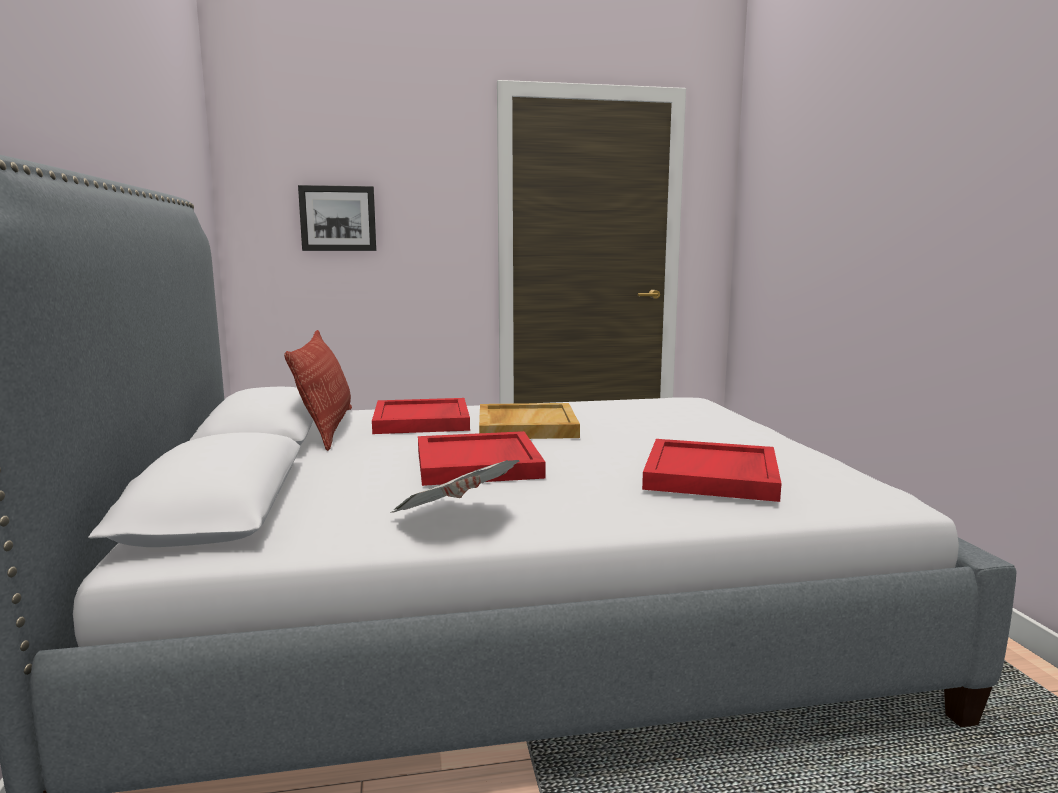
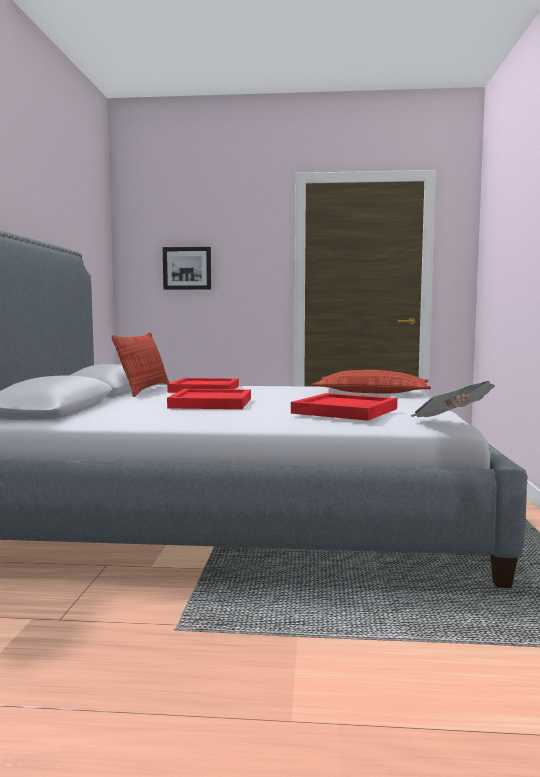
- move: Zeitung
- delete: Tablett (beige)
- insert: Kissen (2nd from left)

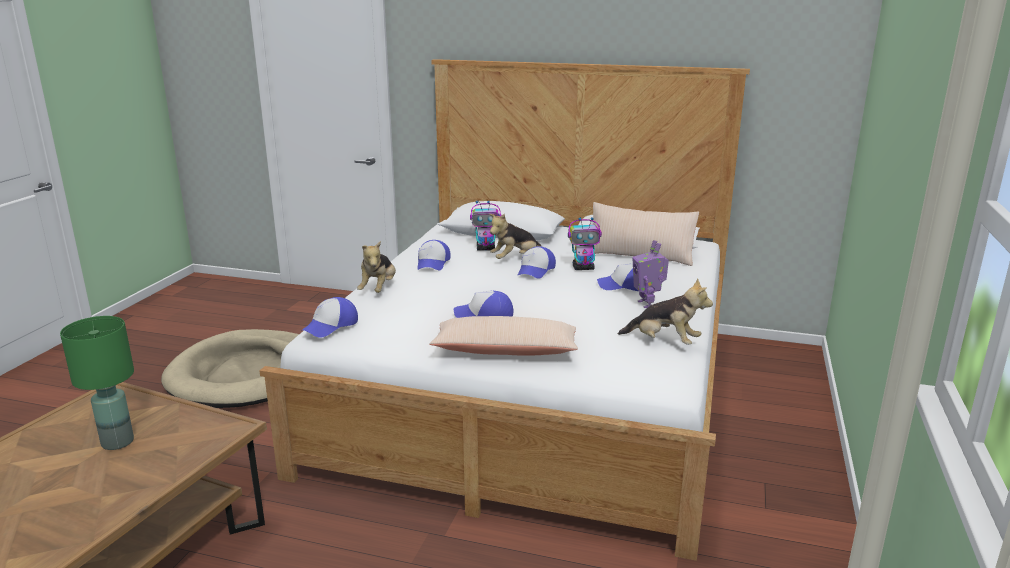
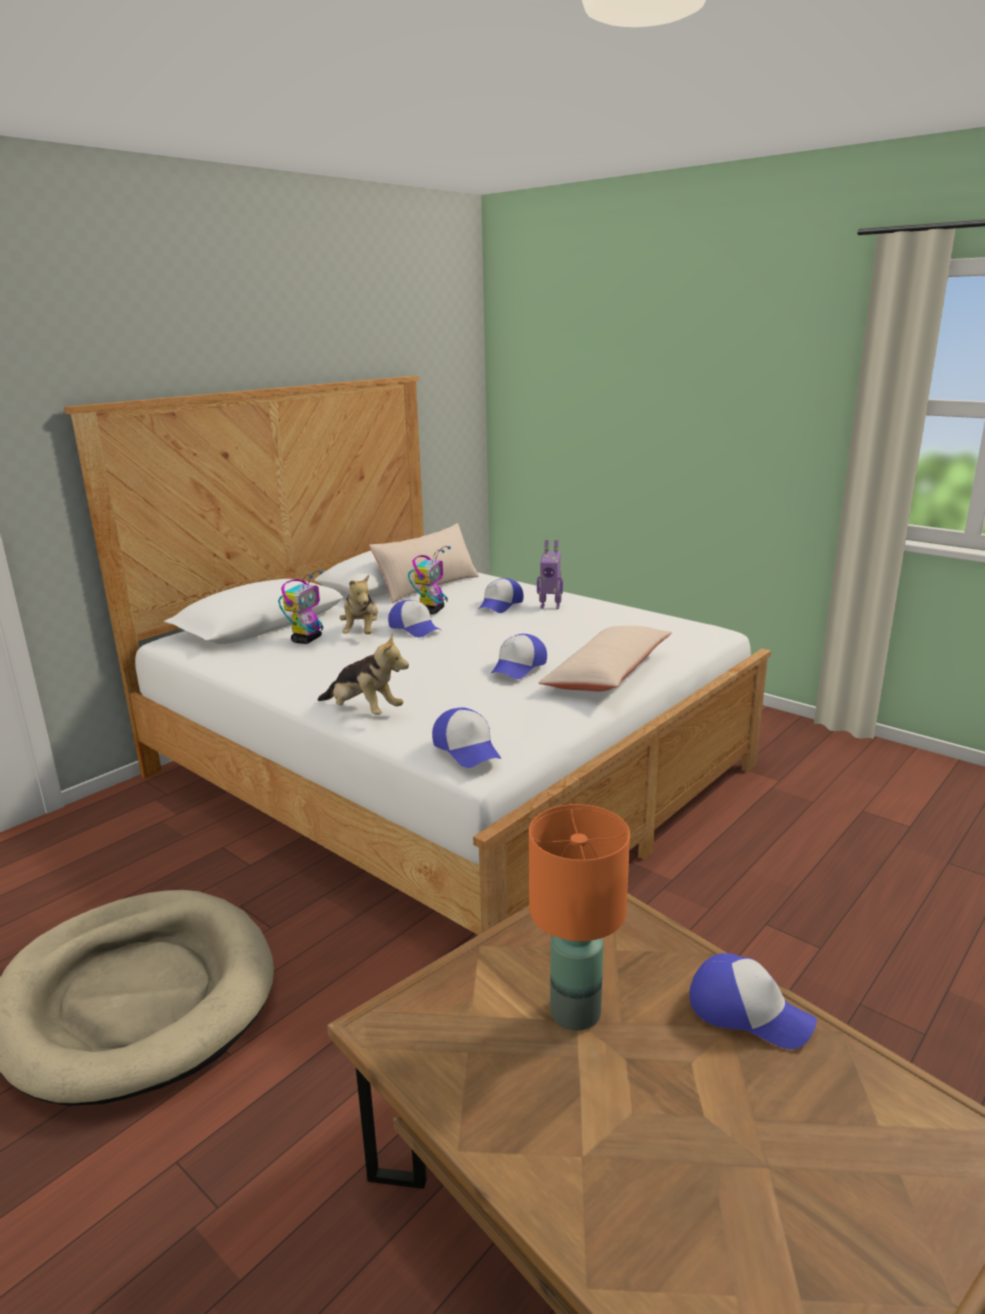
- recolor: Tischlampe (grün) to Tischlampe (orange)
- move: Kappe (2nd from left in the first image) to Kappe (5th from left)
- delete: Plüschtier (3rd from left)

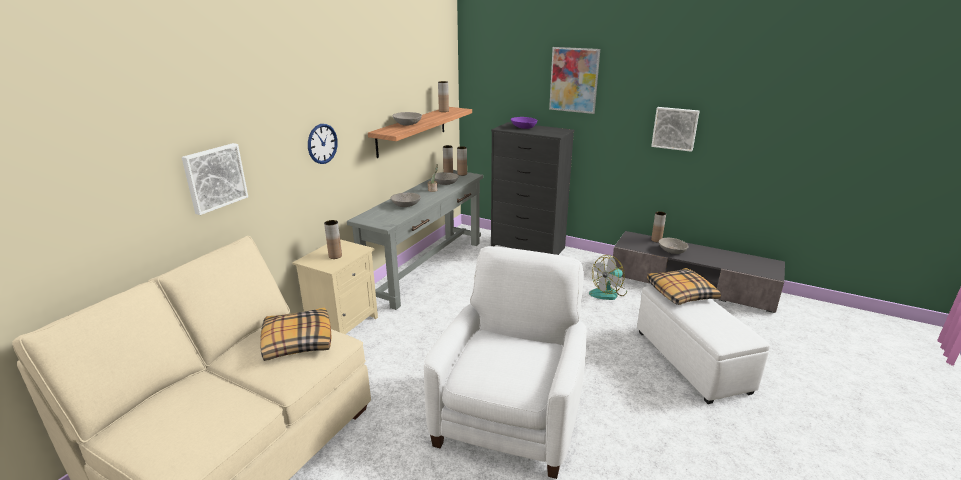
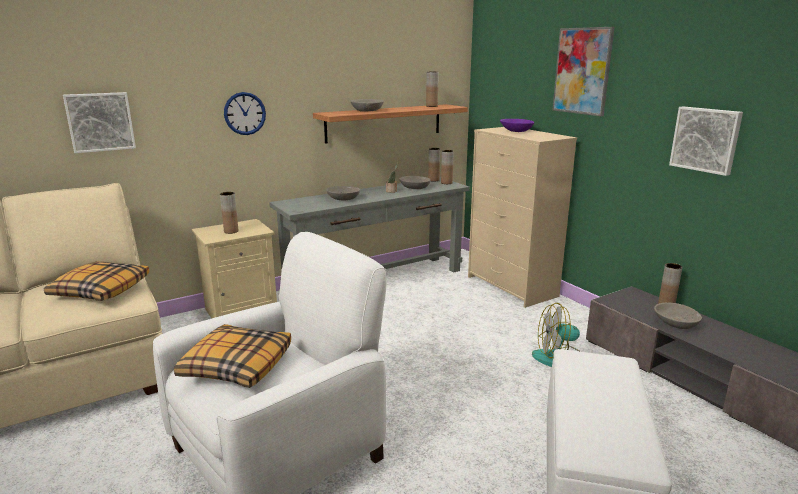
- recolor: Kommode (schwarz) to Kommode (beige)
- move: Kissen (2nd from left)

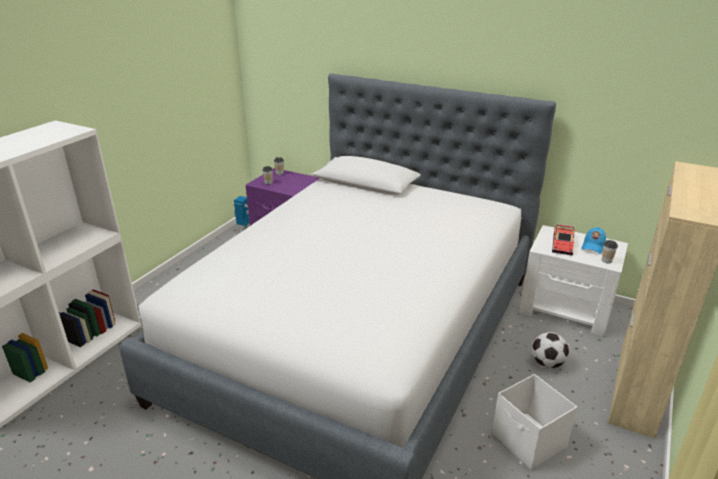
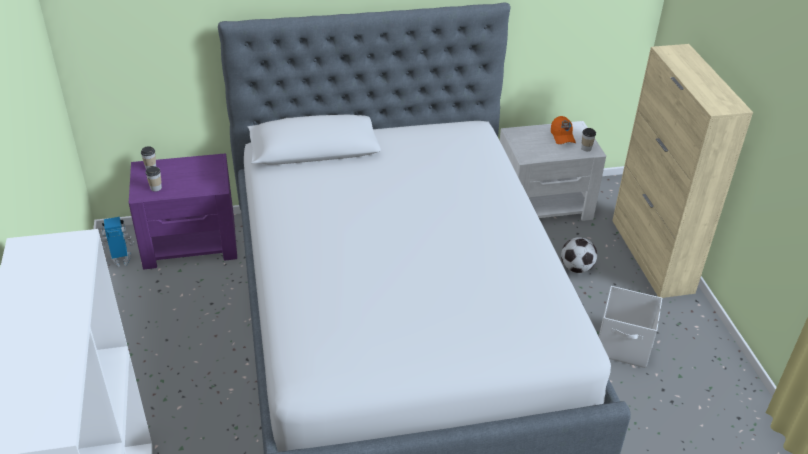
- delete: Spielzeugauto
- recolor: Kappe (blau) to Kappe (orange)

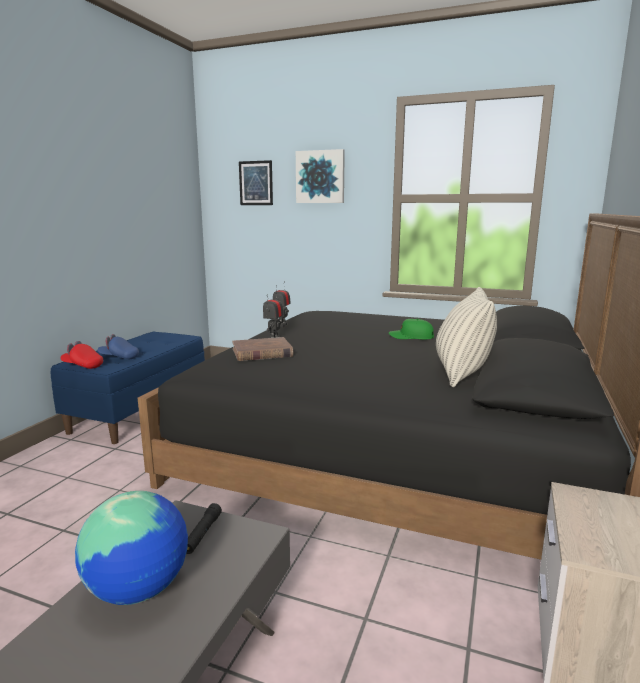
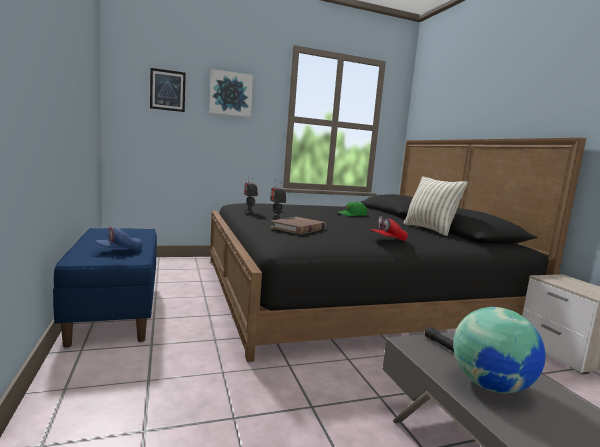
- move: Kappe (rot)

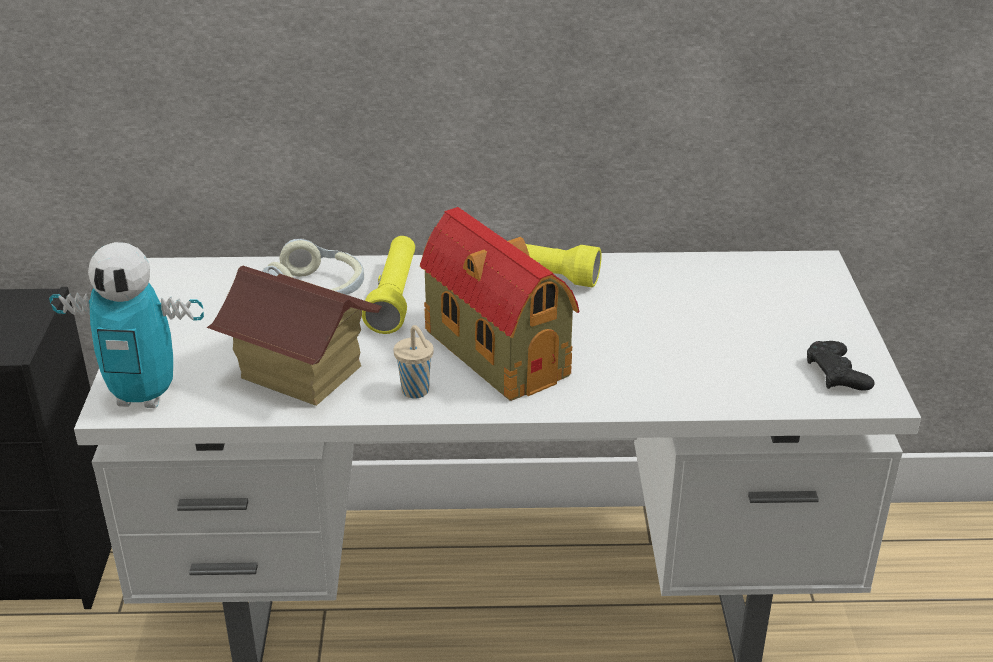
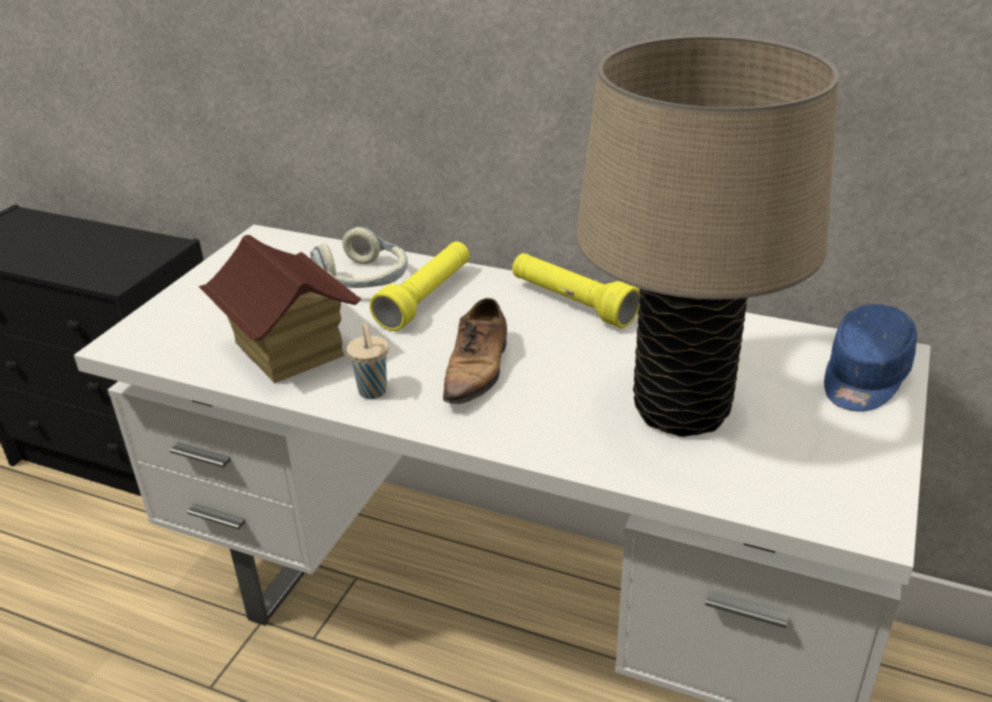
- delete: Spielzeugroboter
- replace: Spielzeughaus (2nd from left) to Schuh
- delete: Gamepad (schwarz)
- insert: Tischlampe (beige)
- insert: Kappe (blau)

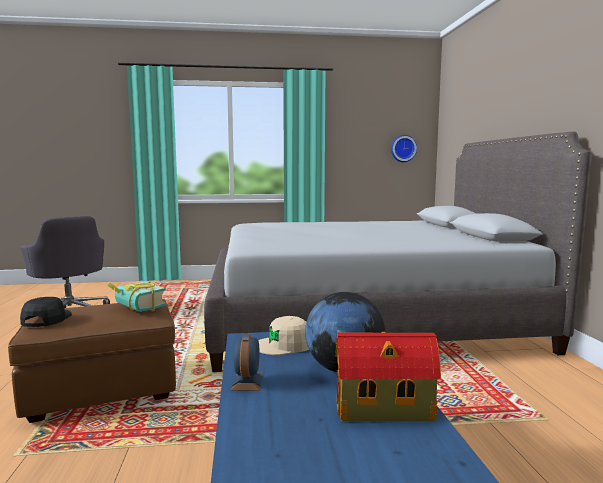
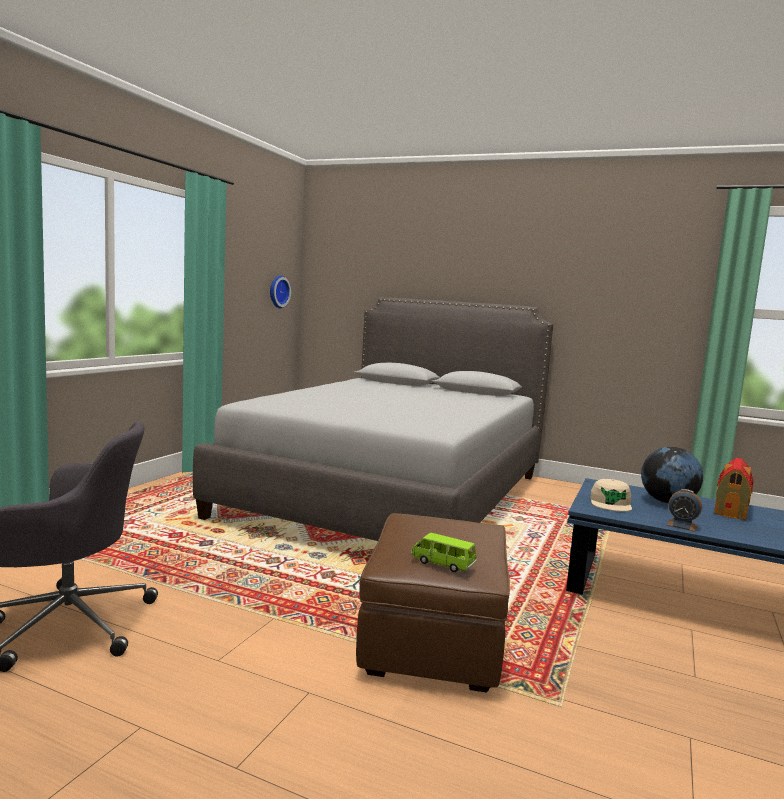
- replace: Kappe (schwarz) to Spielzeugauto (grün)
- delete: Buch

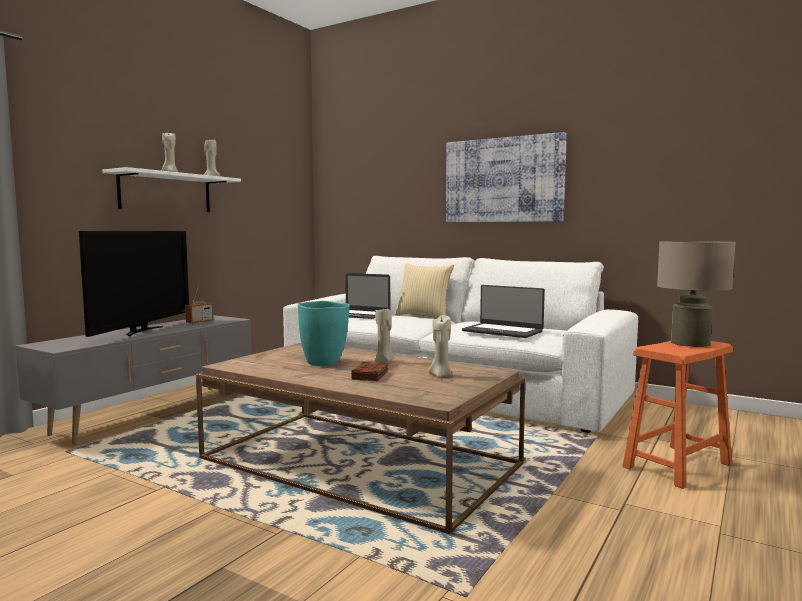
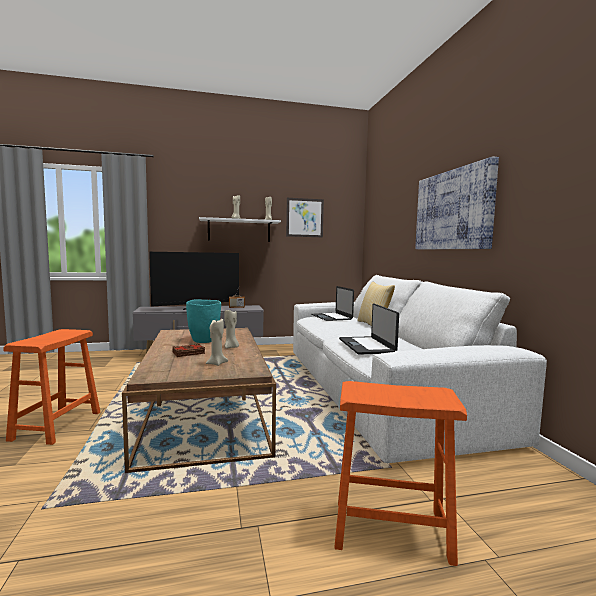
- delete: Tischlampe (beige)
- insert: Hocker (orange) (1st from left)
- insert: Bild (1st from left)

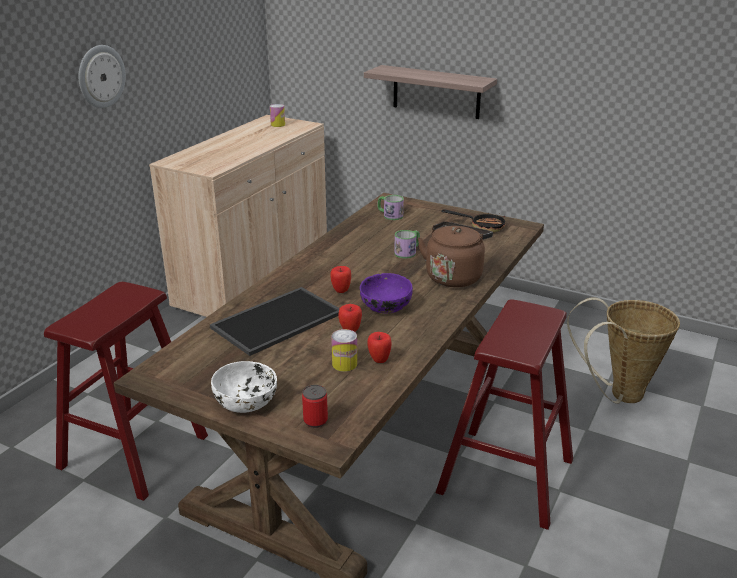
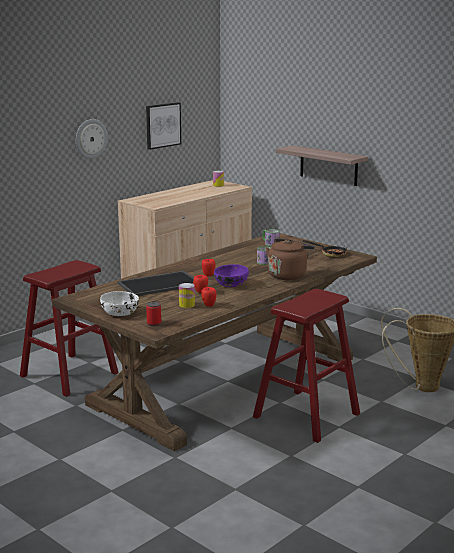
- insert: Bild

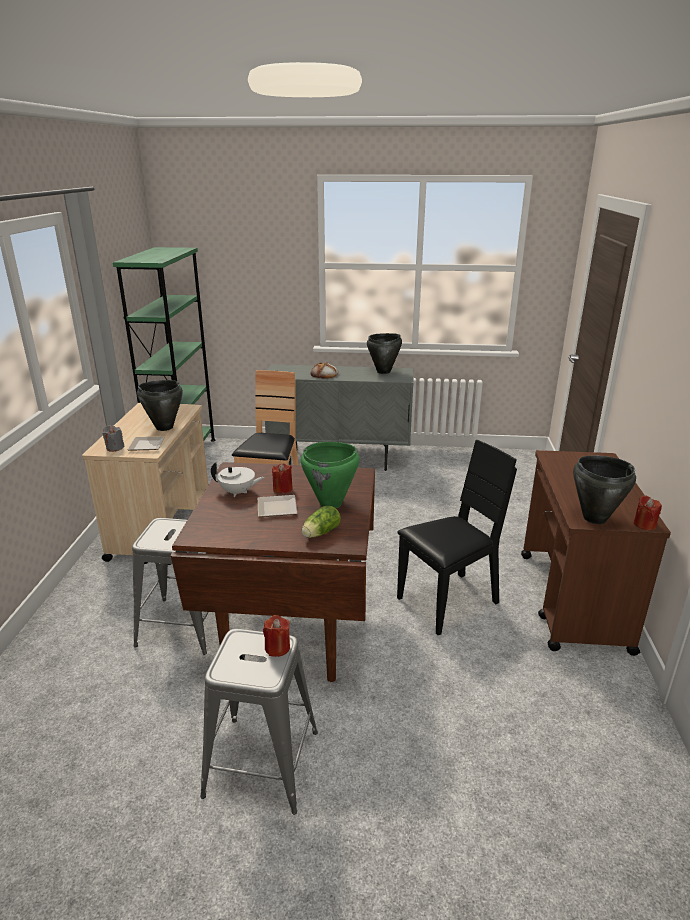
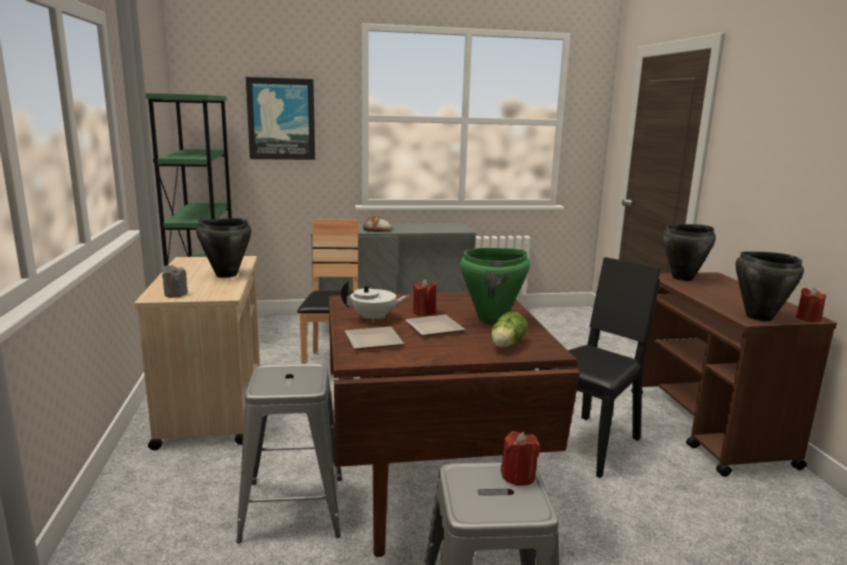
- move: Teller (1st from left)
- move: Kochtopf (schwarz) (2nd from left)
- insert: Bild

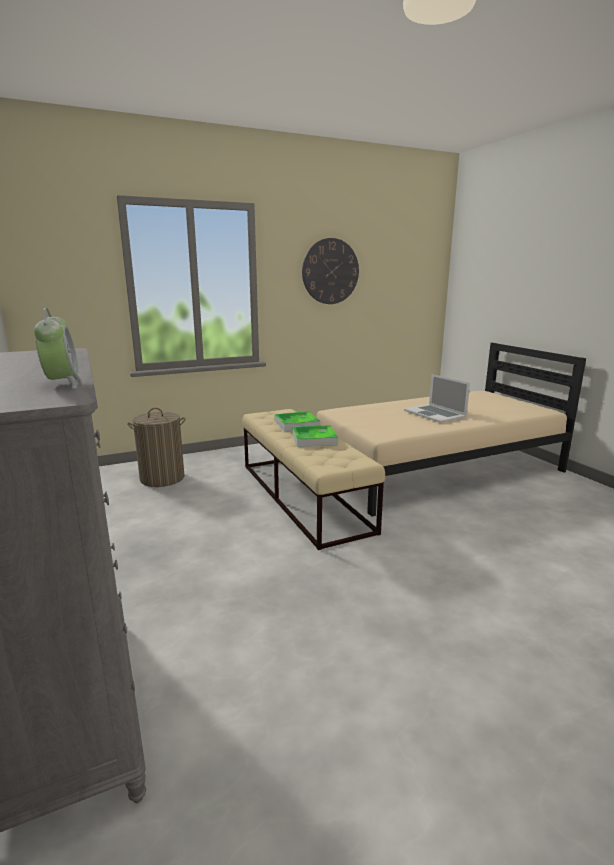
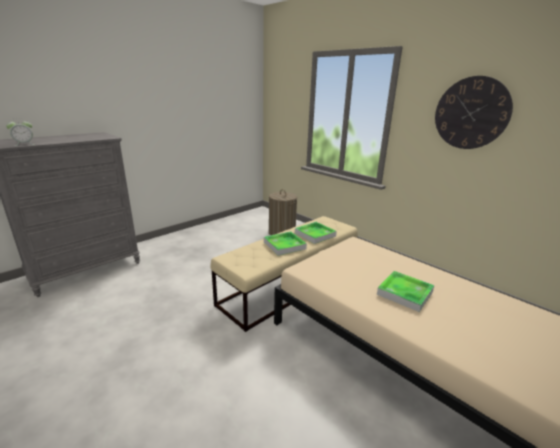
- replace: Laptop to Tablett (3rd from left)

